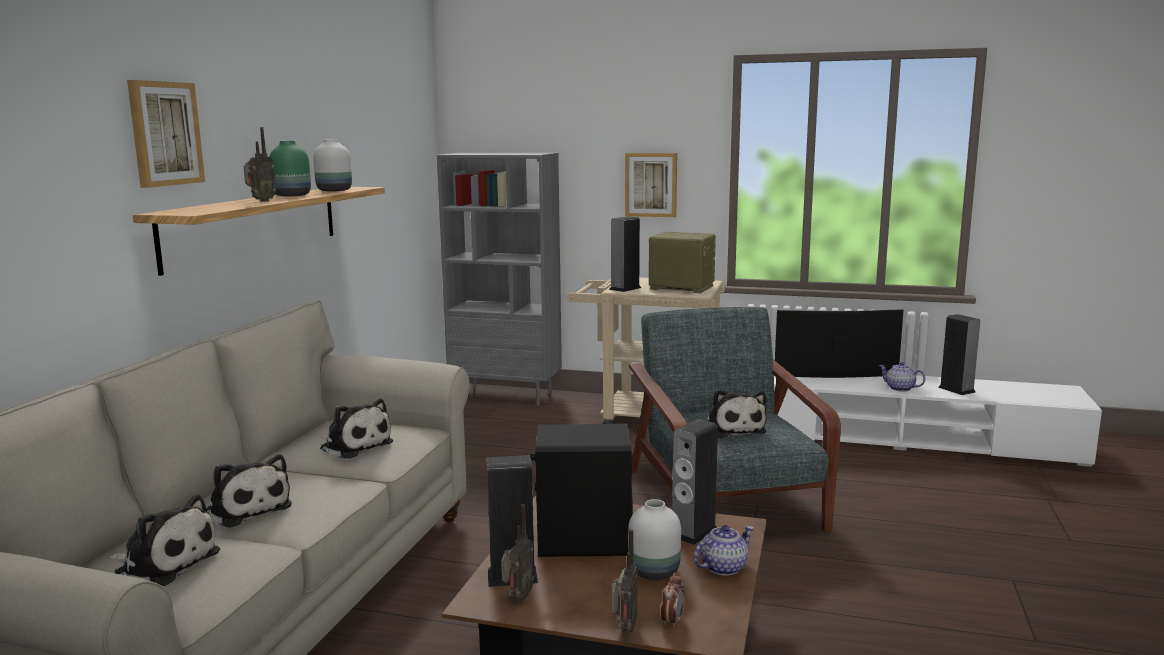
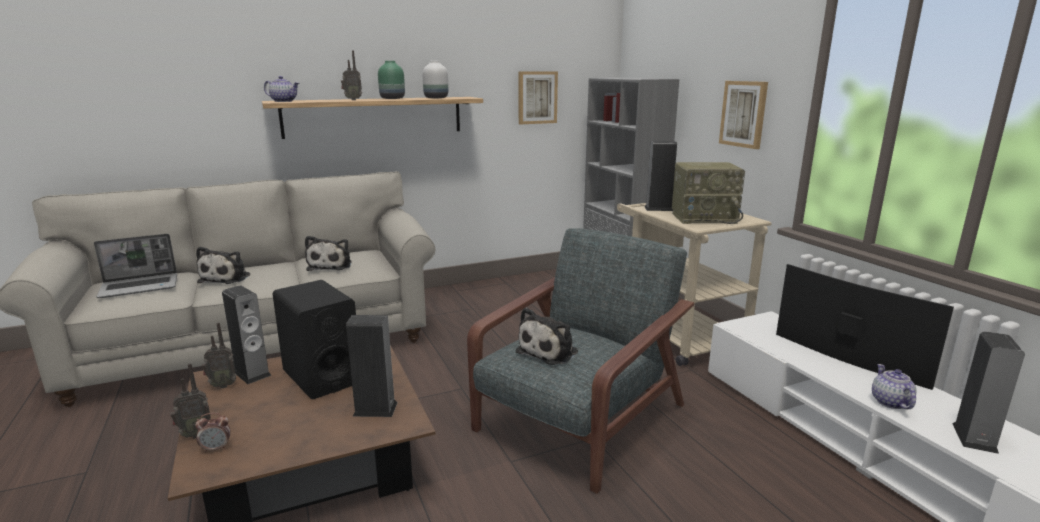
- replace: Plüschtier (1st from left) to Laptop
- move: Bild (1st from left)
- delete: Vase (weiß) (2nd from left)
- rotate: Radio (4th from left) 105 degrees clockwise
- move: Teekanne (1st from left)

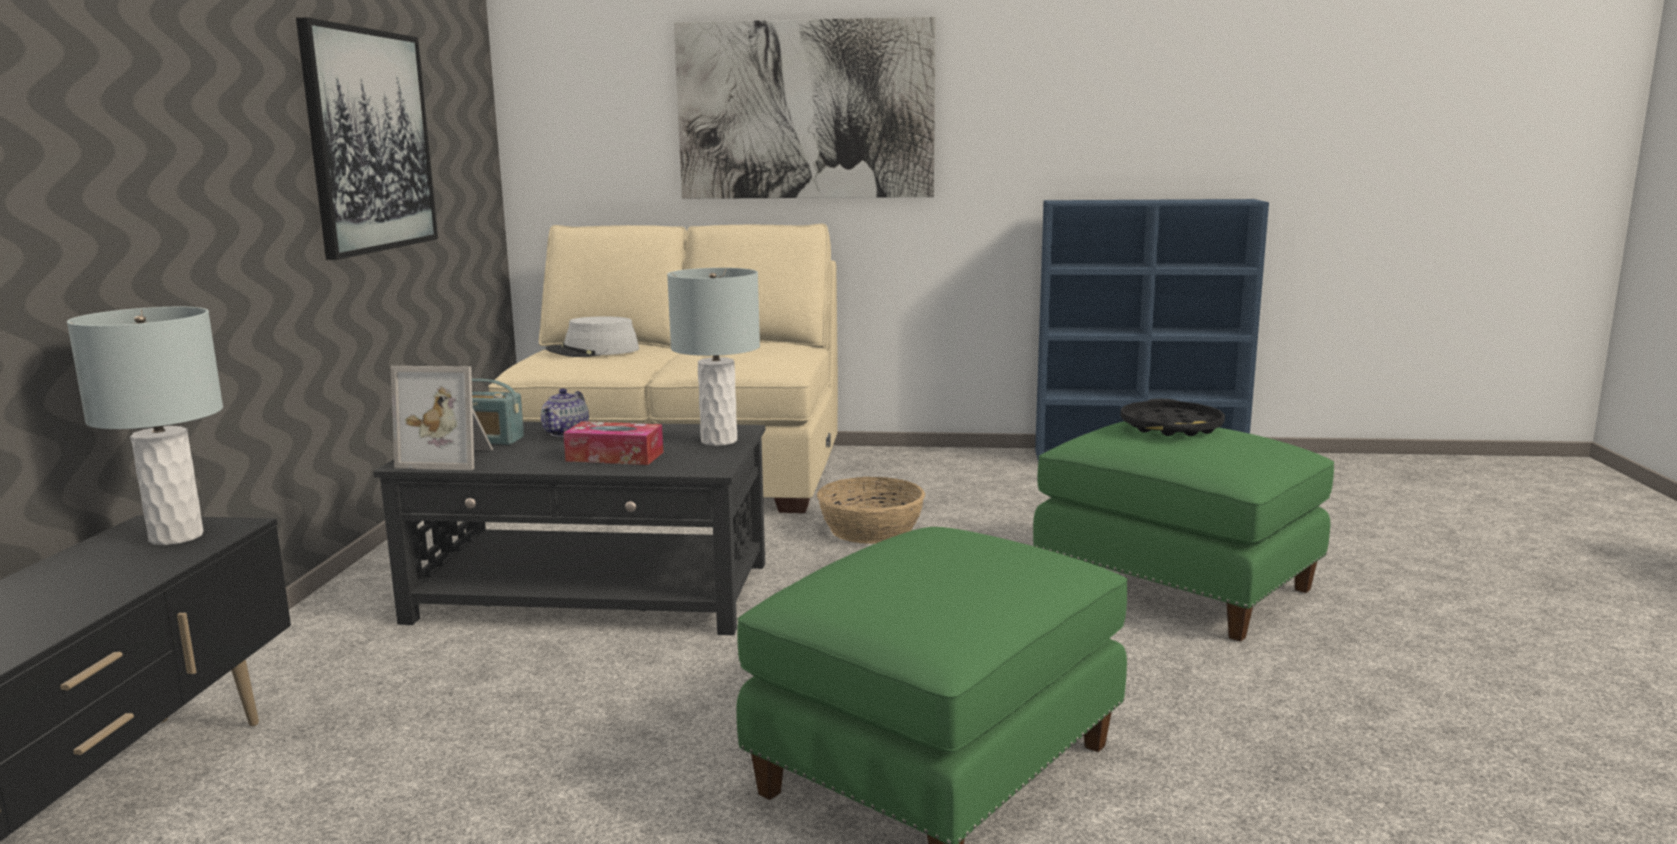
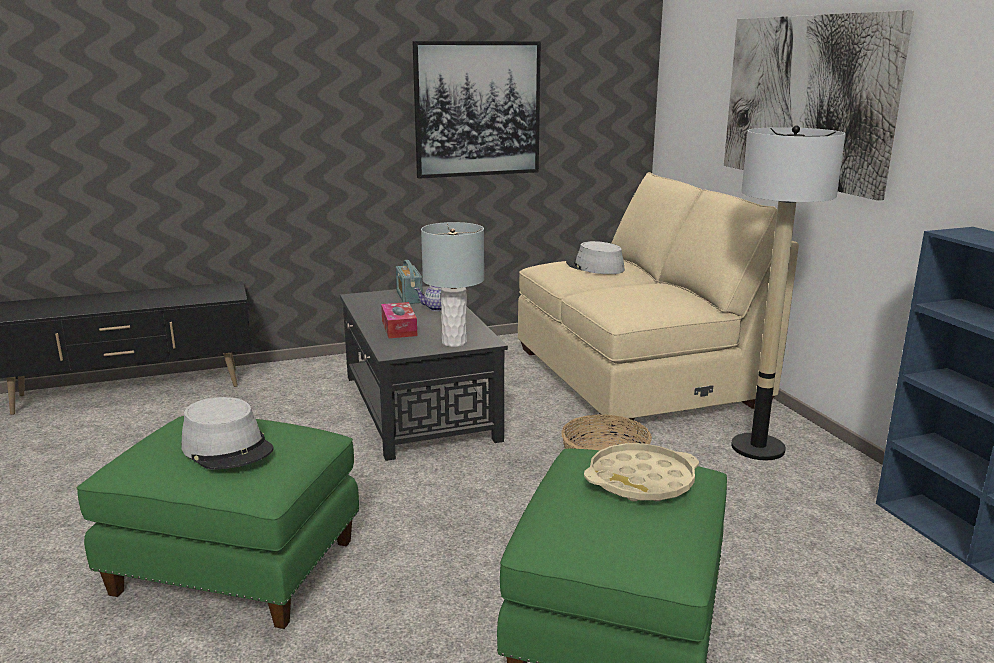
- delete: Tischlampe (grau) (1st from left)
- delete: Bilderrahmen
- recolor: Tablett (schwarz) to Tablett (beige)
- insert: Hut (grau) (1st from left)
- insert: Stehlampe

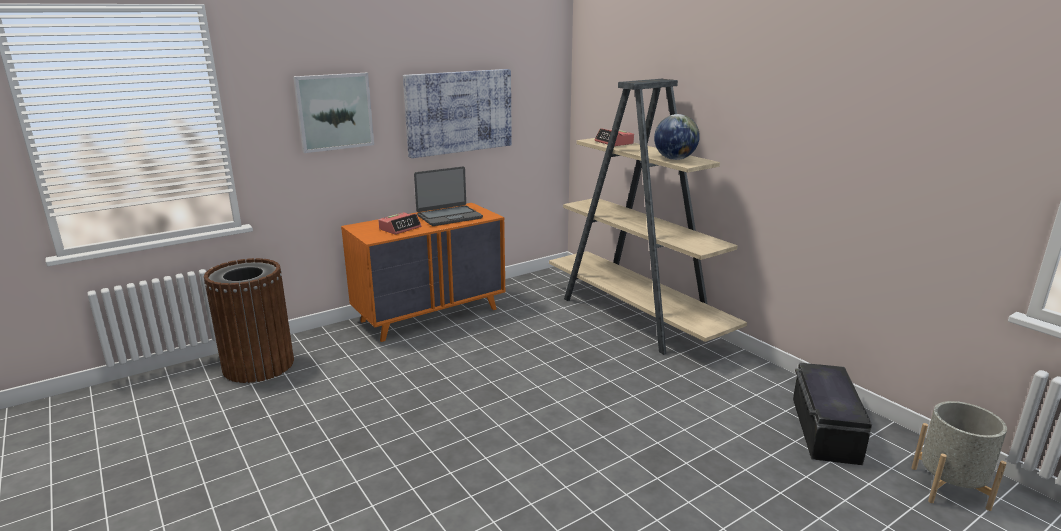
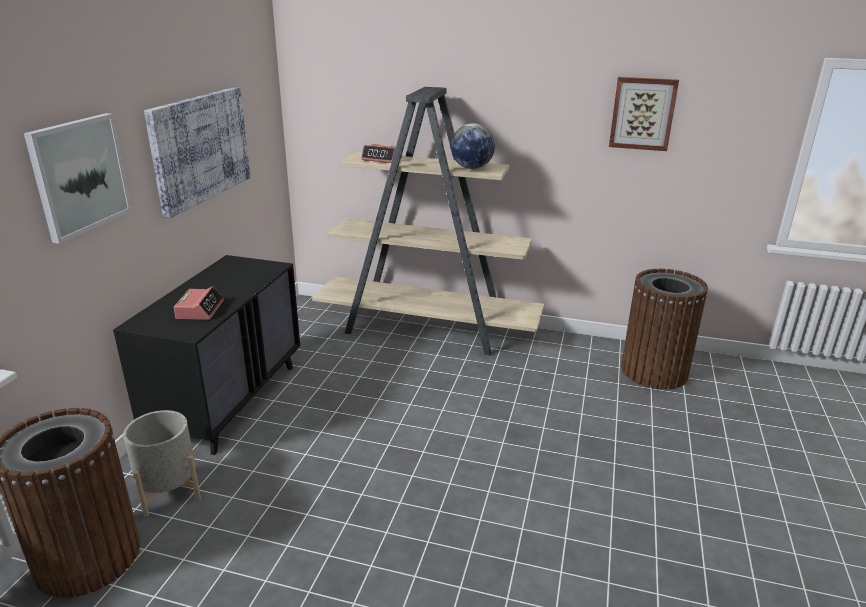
- recolor: Kommode (orange) to Kommode (schwarz)
- delete: Laptop
- replace: Aufbewahrungsbox (schwarz) to Mülleimer (braun) (2nd from left)
- move: Pflanzkübel (grau)
- insert: Bild (3rd from left)

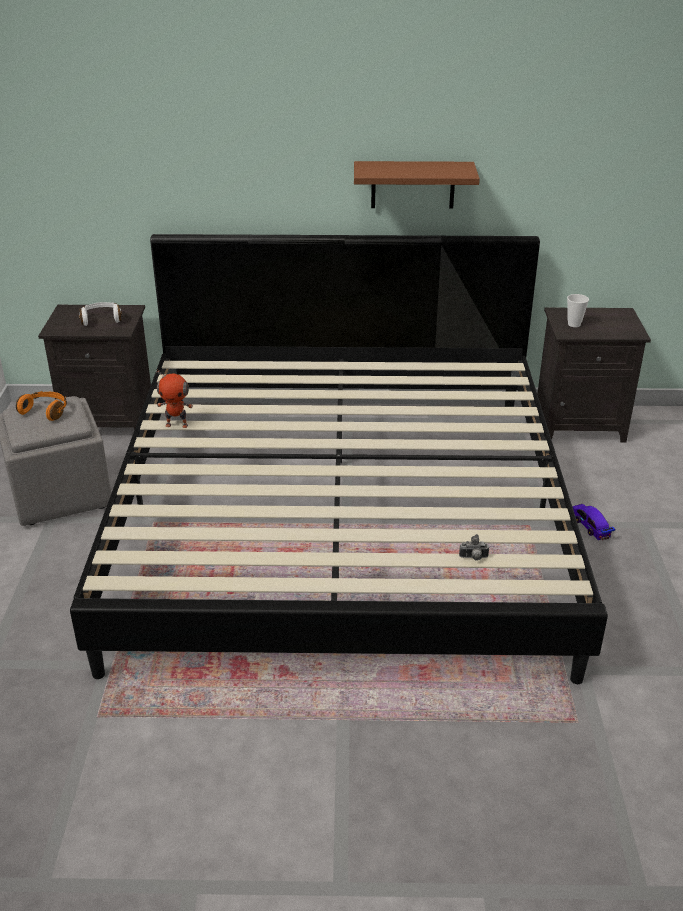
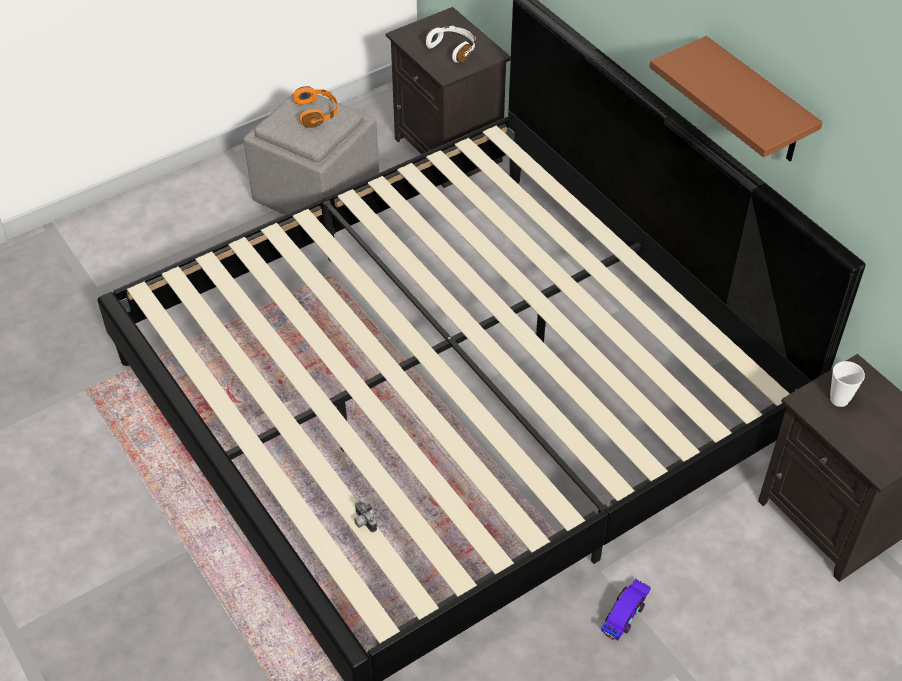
- delete: Spielzeugroboter

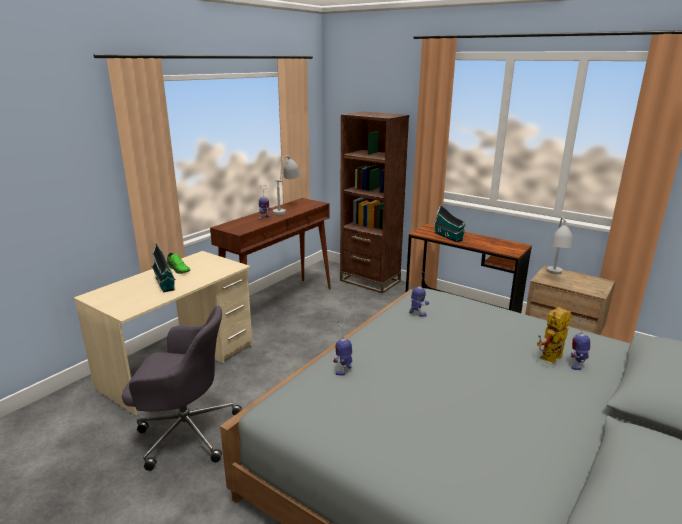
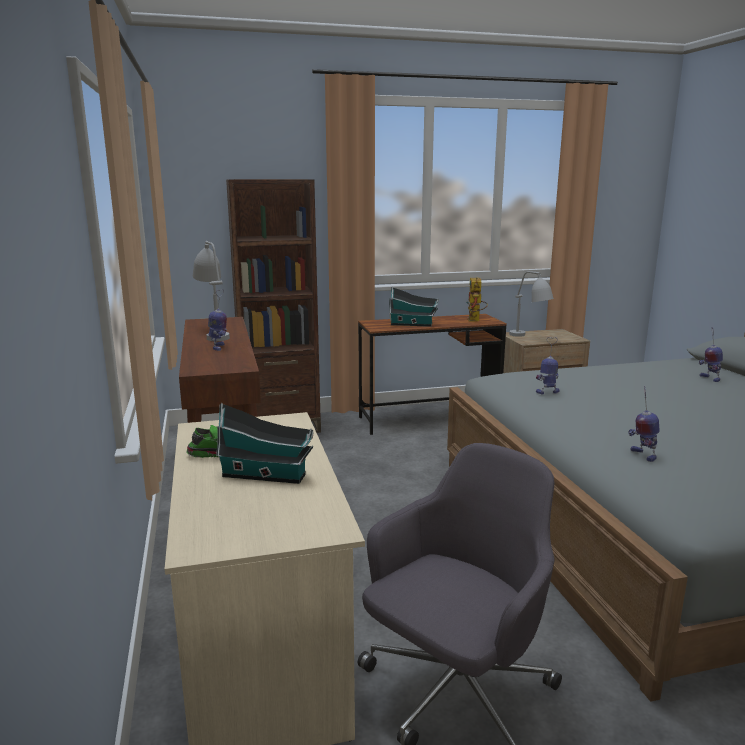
- move: Spielzeugroboter (4th from left in the first image) to Spielzeugroboter (2nd from left)

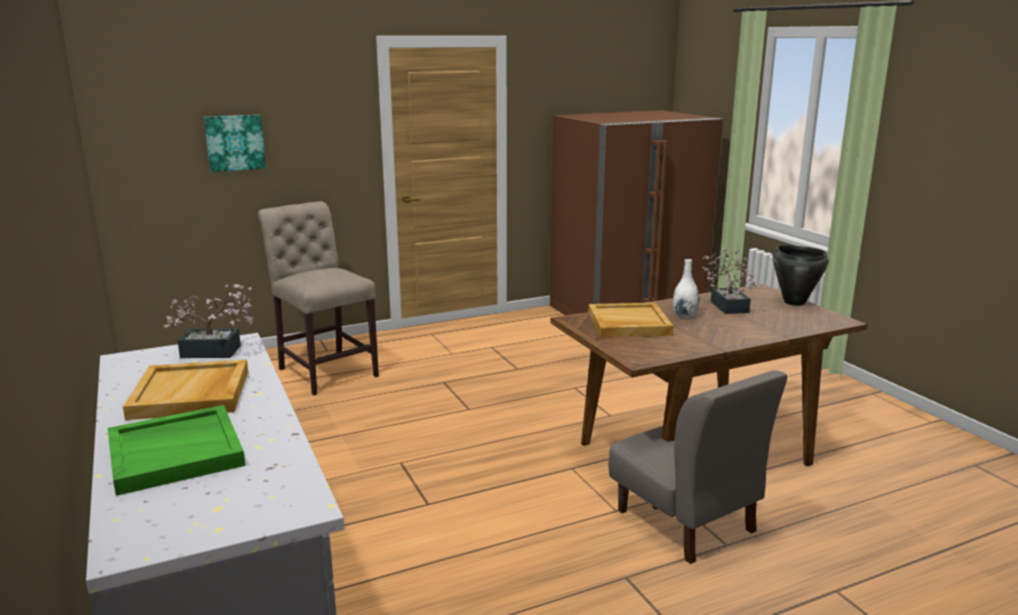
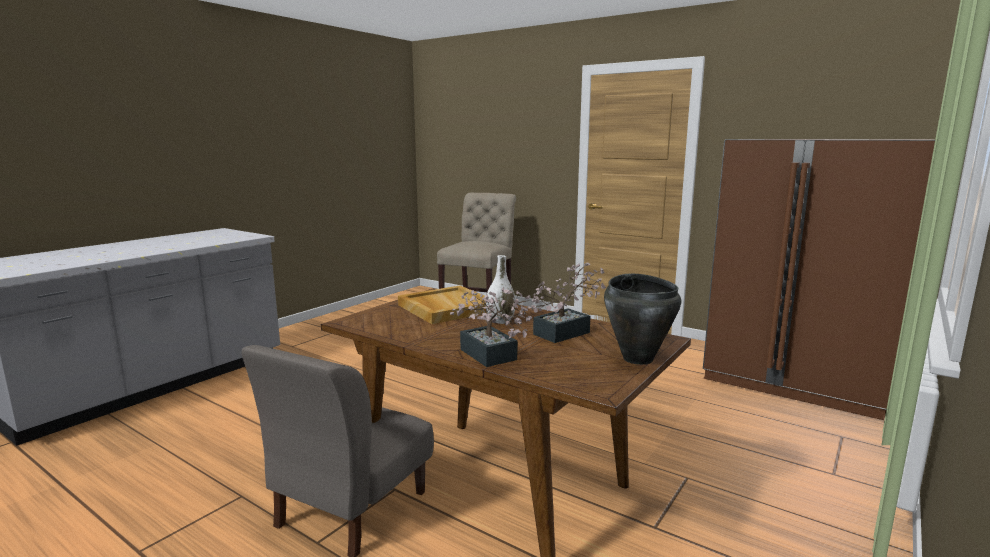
- delete: Tablett (grün)
- delete: Tablett (beige) (1st from left)
- move: Topfpflanze (1st from left)
- delete: Bild

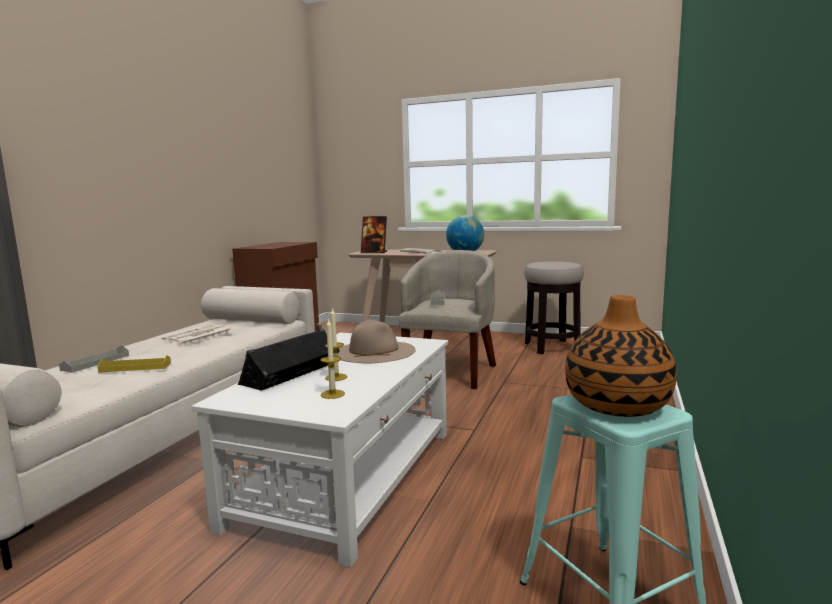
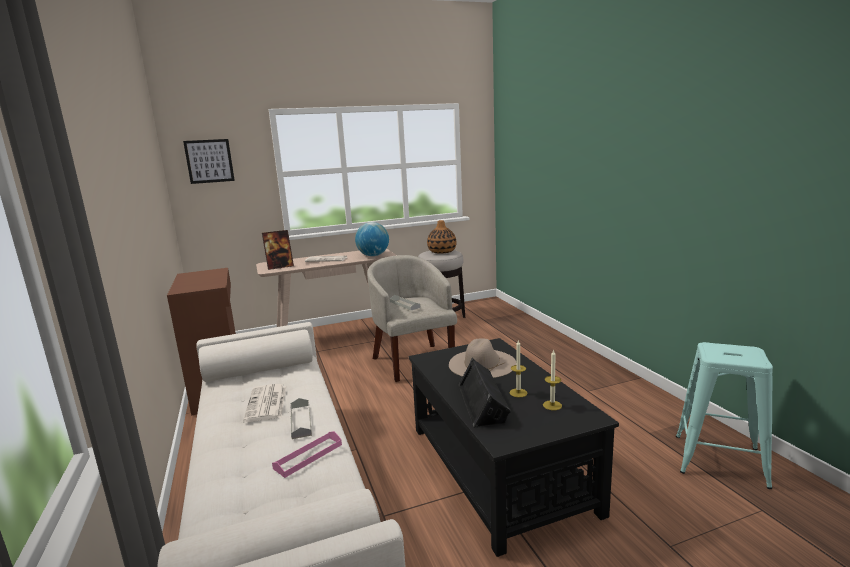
- move: Tablett (grau) (1st from left)
- recolor: Tablett (gelb) to Tablett (rosa)
- recolor: Couchtisch (weiß) to Couchtisch (schwarz)
- move: Vase
- insert: Bild

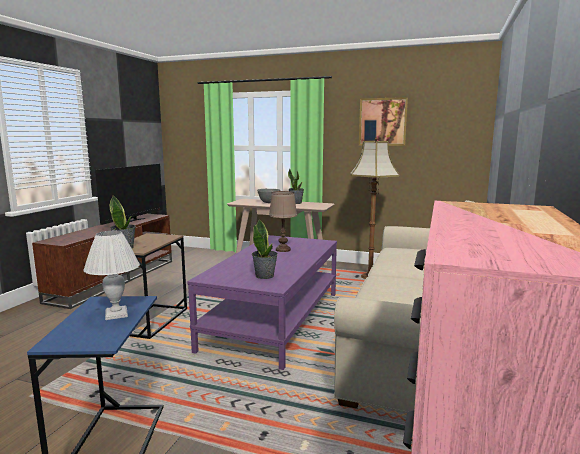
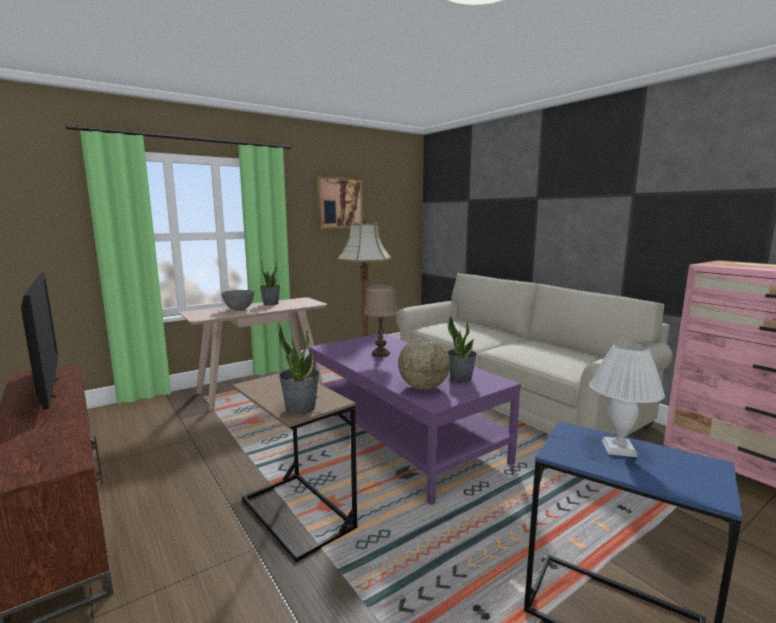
- insert: Globus

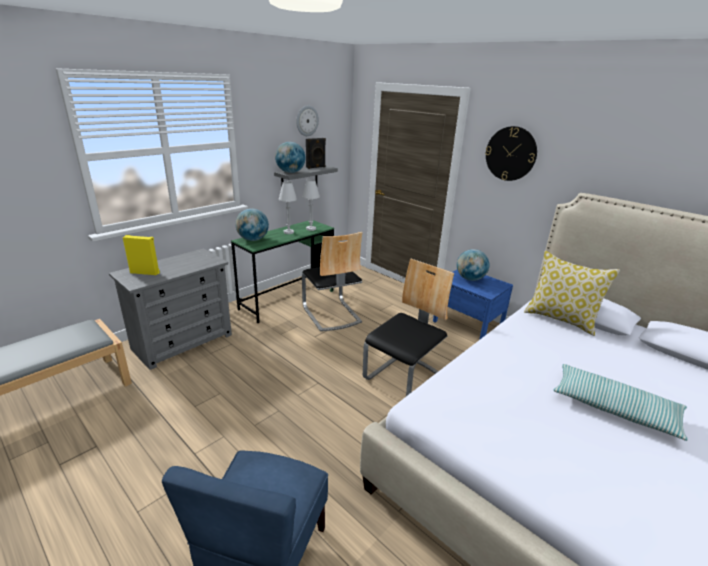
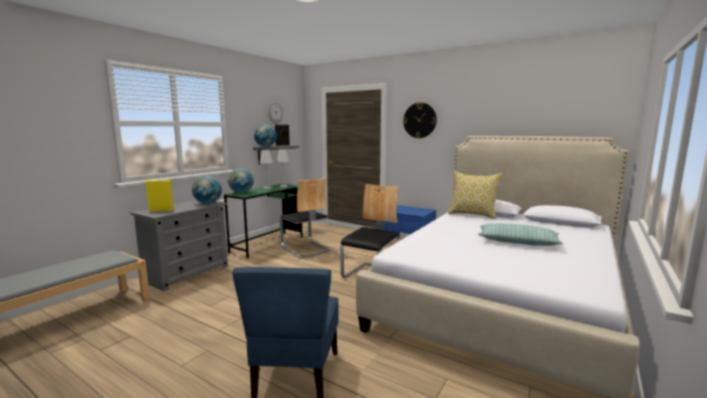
- move: Globus (3rd from left in the first image) to Globus (1st from left)

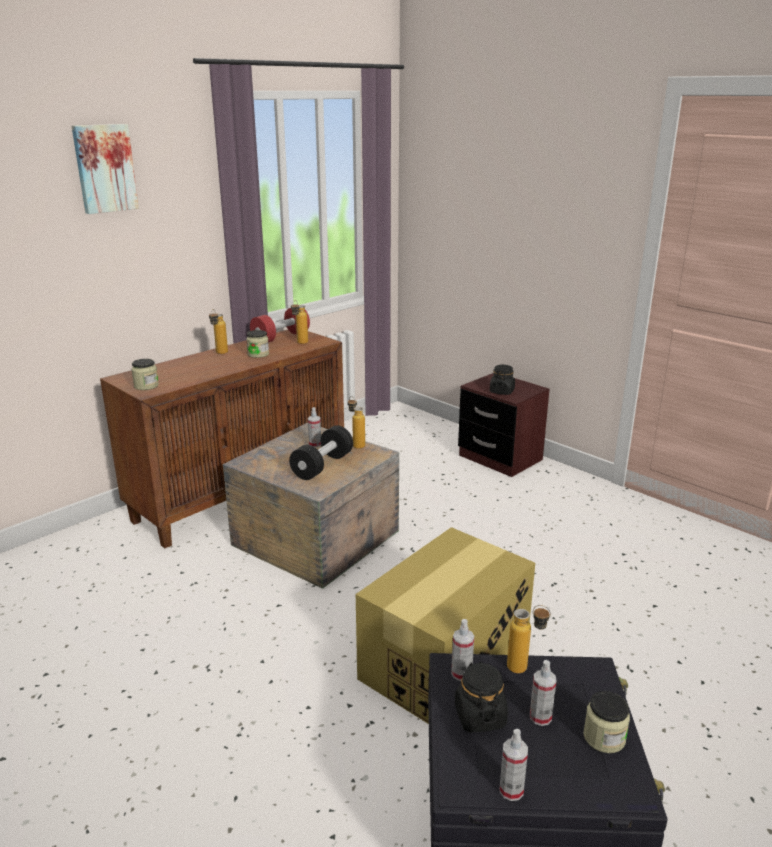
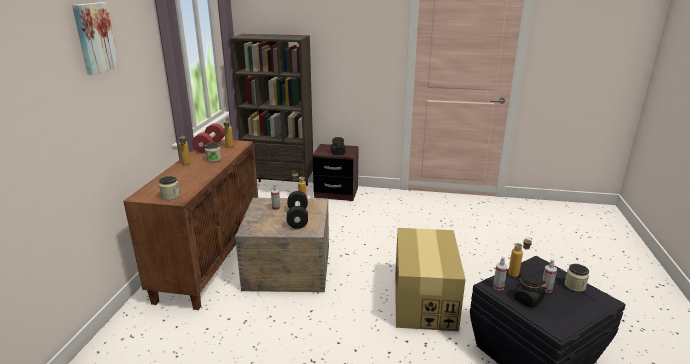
- delete: Sprühflasche (3rd from left)
- insert: Bücherregal (braun)

